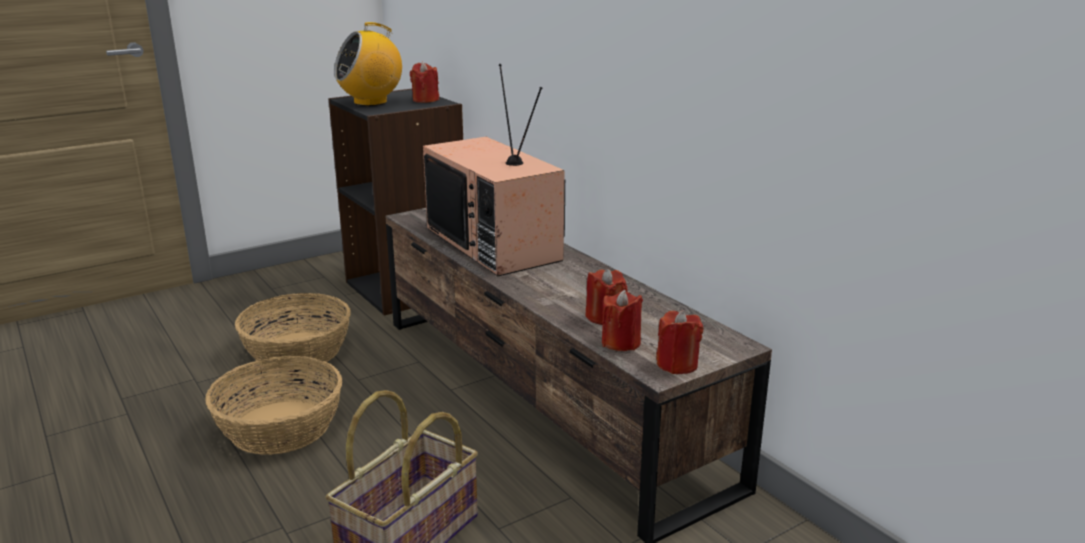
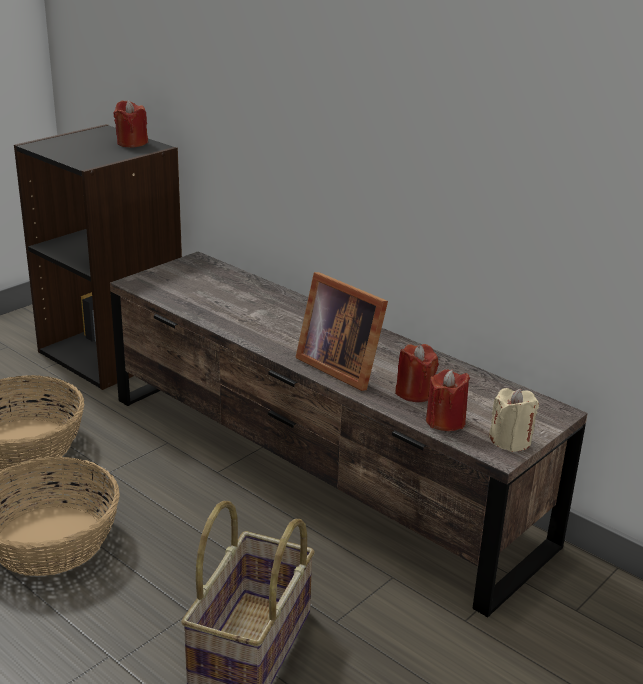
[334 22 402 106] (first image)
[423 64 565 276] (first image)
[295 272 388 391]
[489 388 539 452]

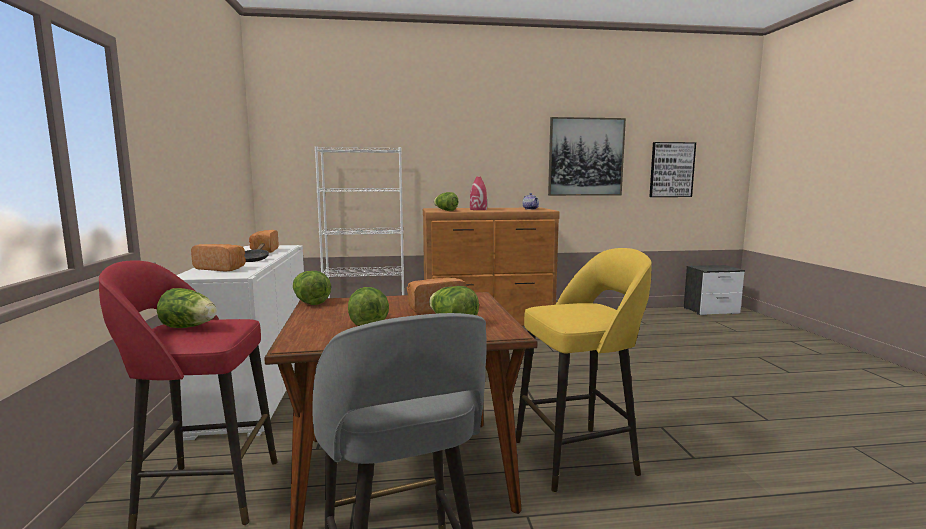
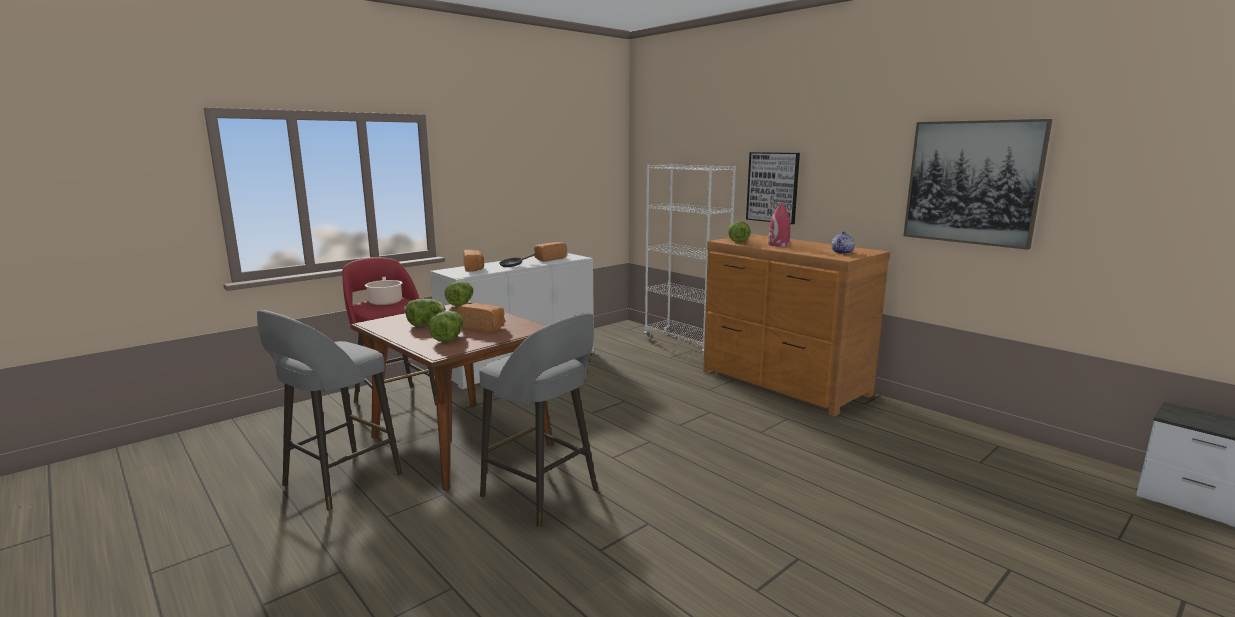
[746 152 800 224]
[365 276 402 305]
[480 313 598 527]

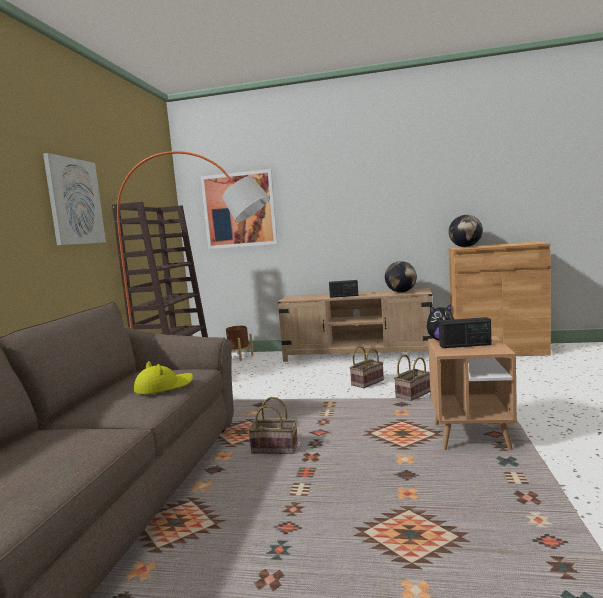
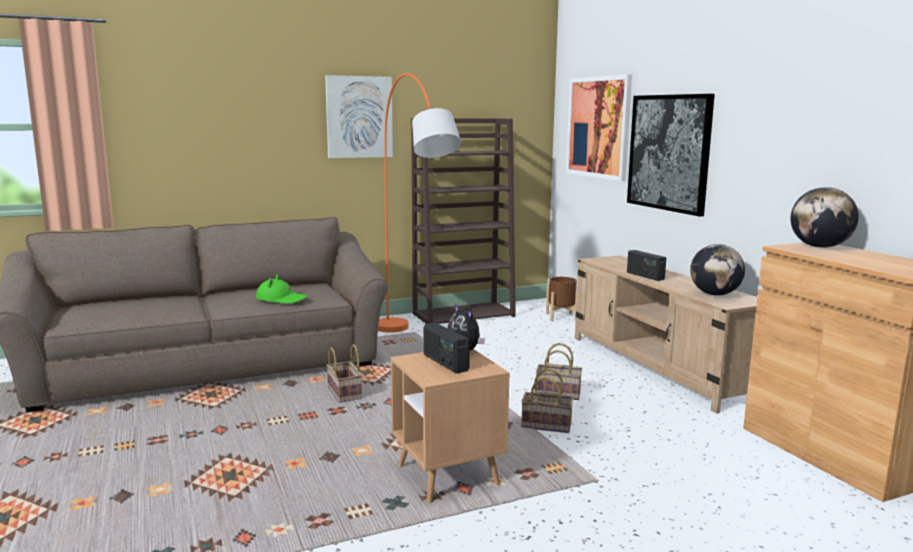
[627 94 715 217]
[256 274 308 304]

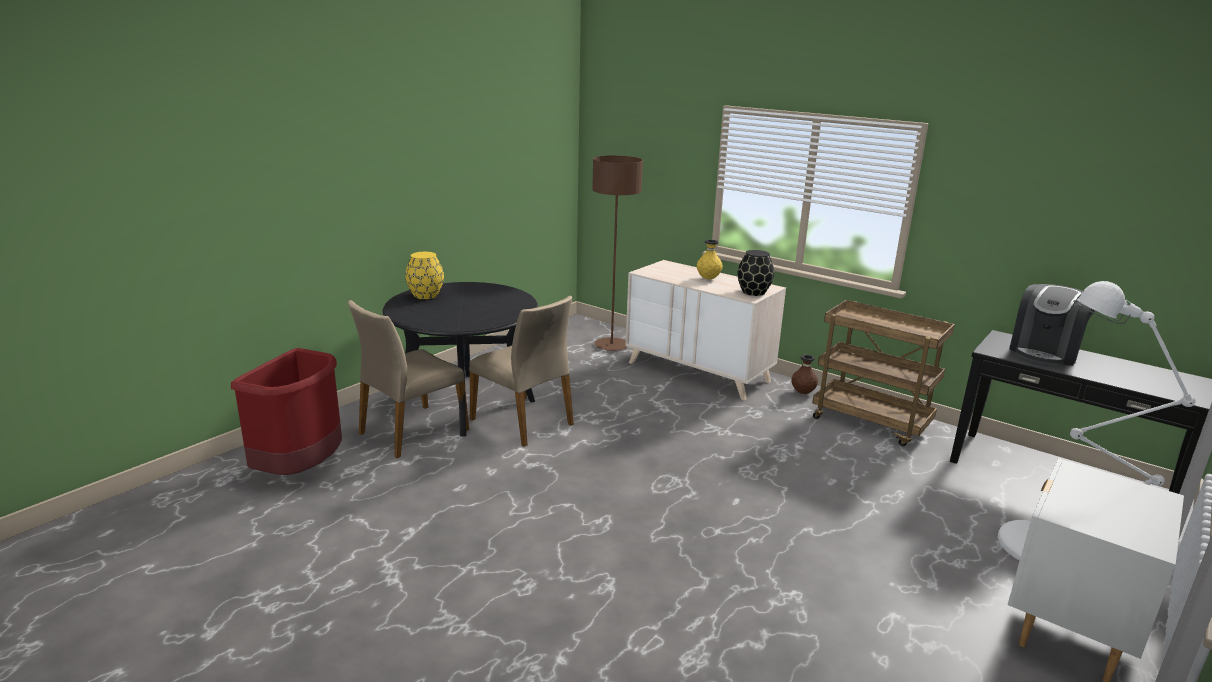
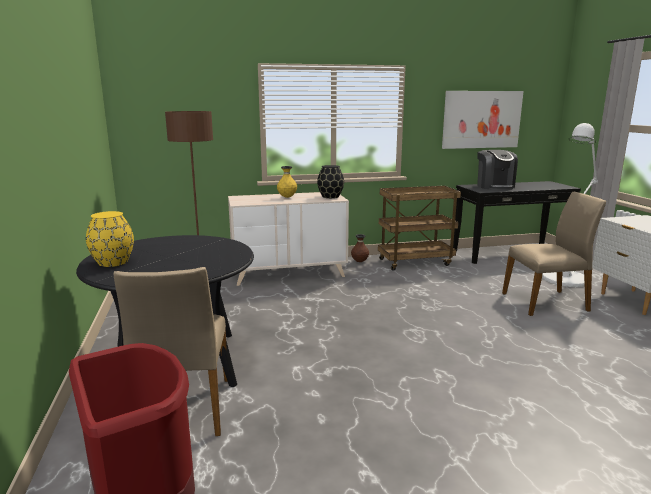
[442 91 524 149]
[502 192 606 316]

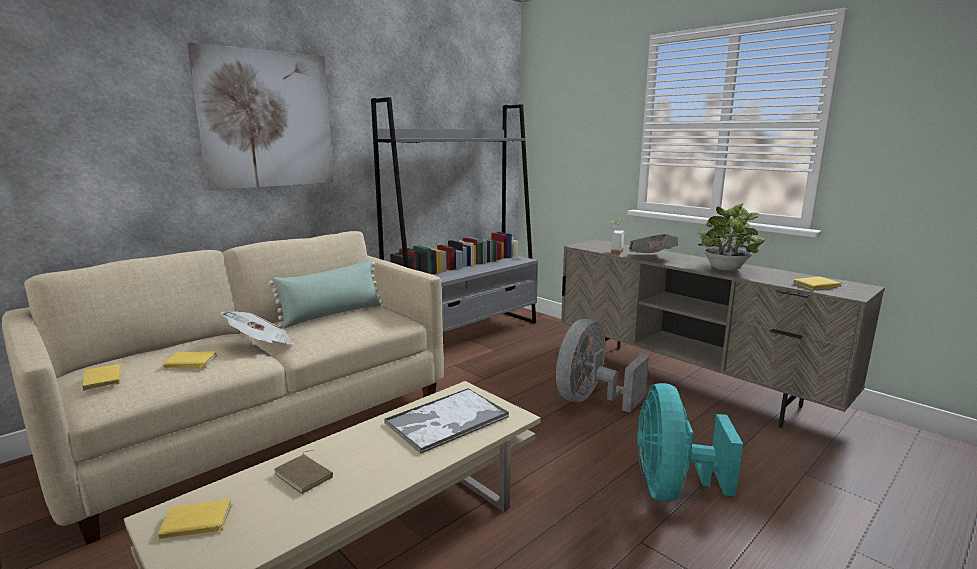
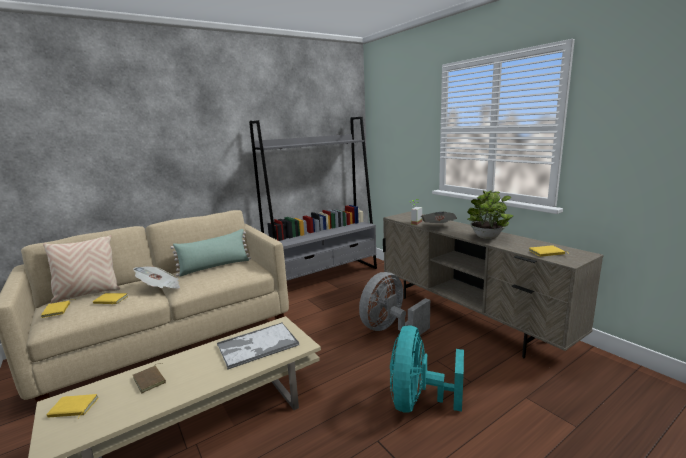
[187 42 334 190] (first image)
[43 235 120 303]

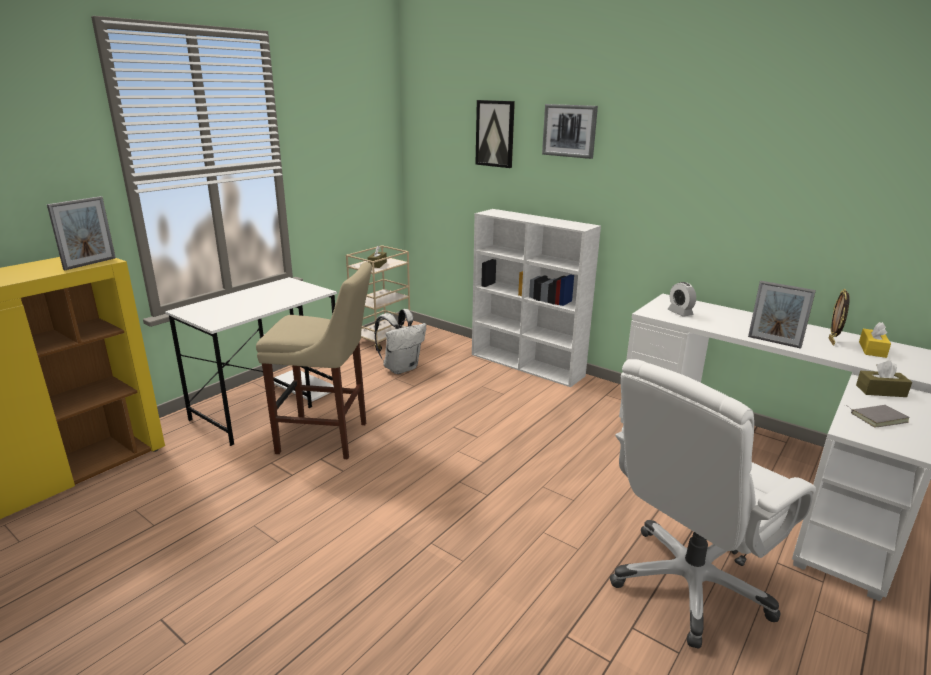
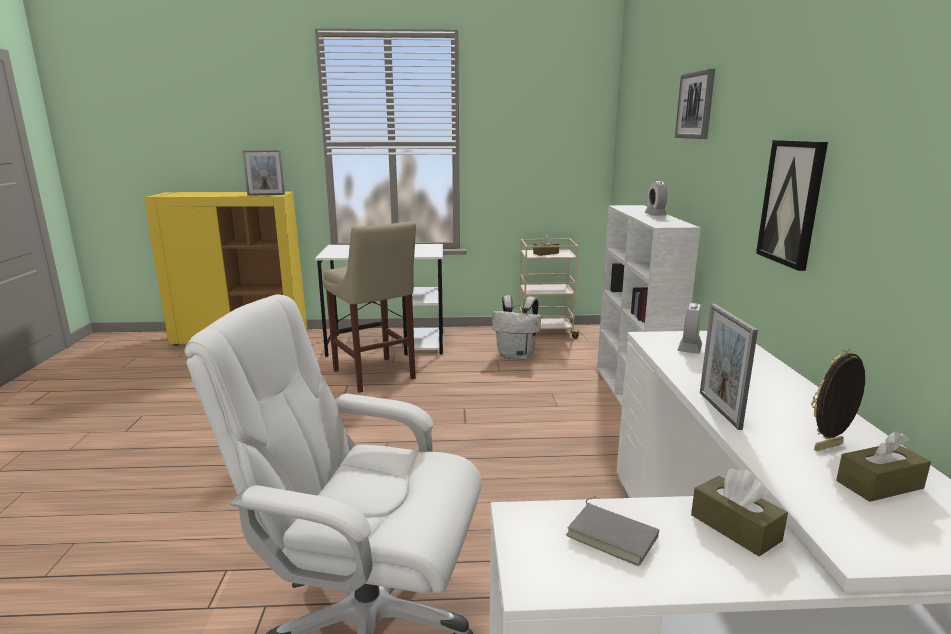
[644 181 667 216]
[756 140 828 271]
[836 431 931 502]

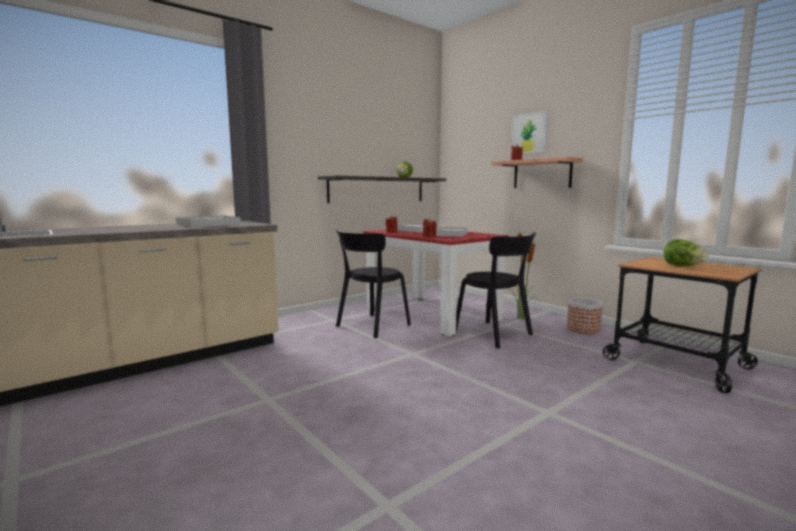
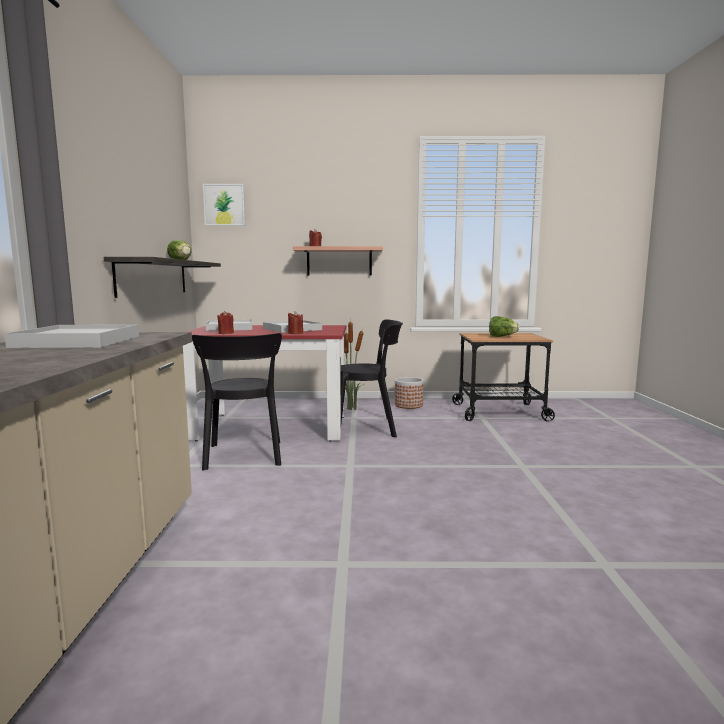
[203 184 245 226]

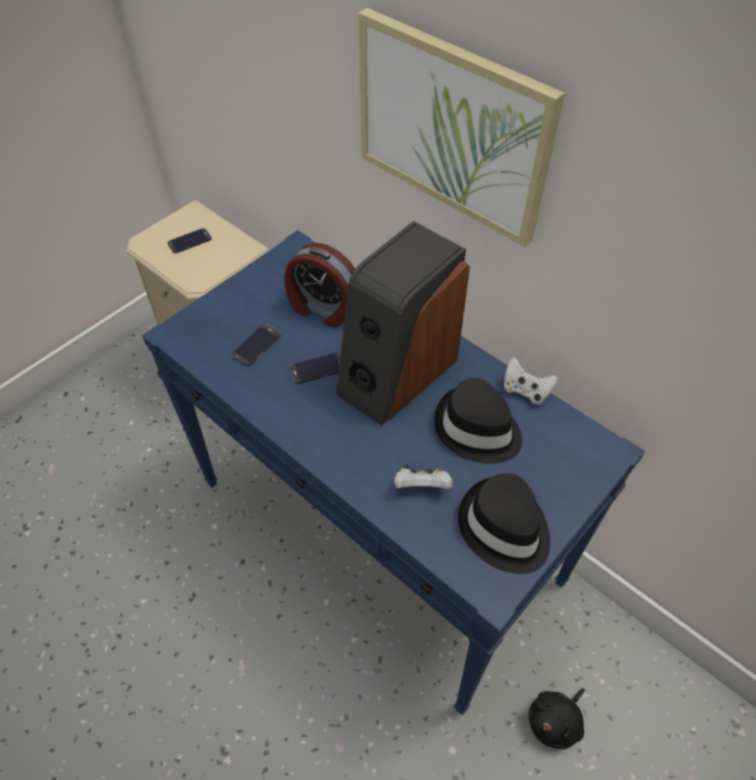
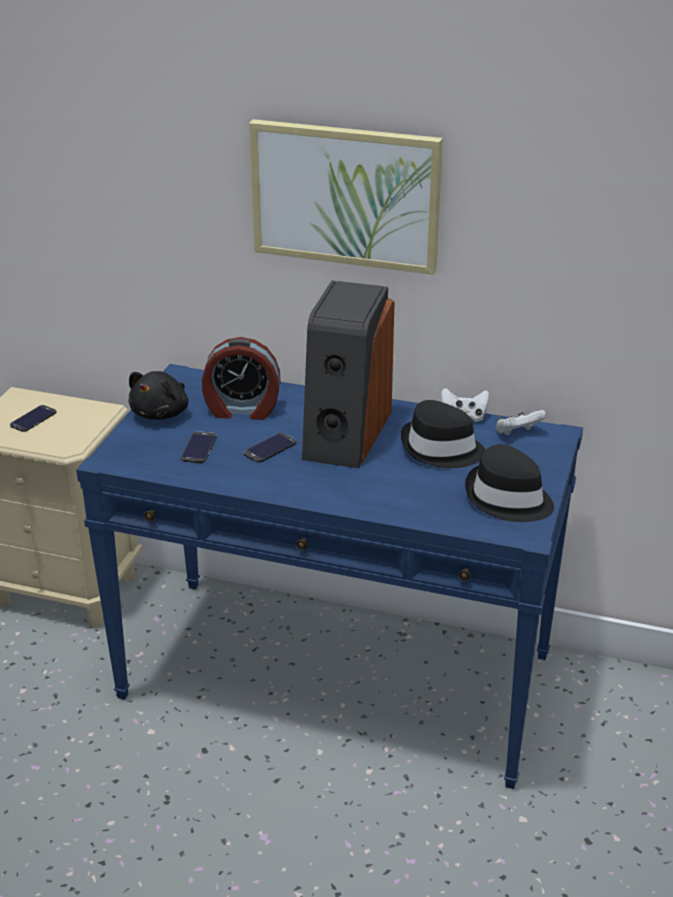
[496 410 546 436]
[128 371 188 420]

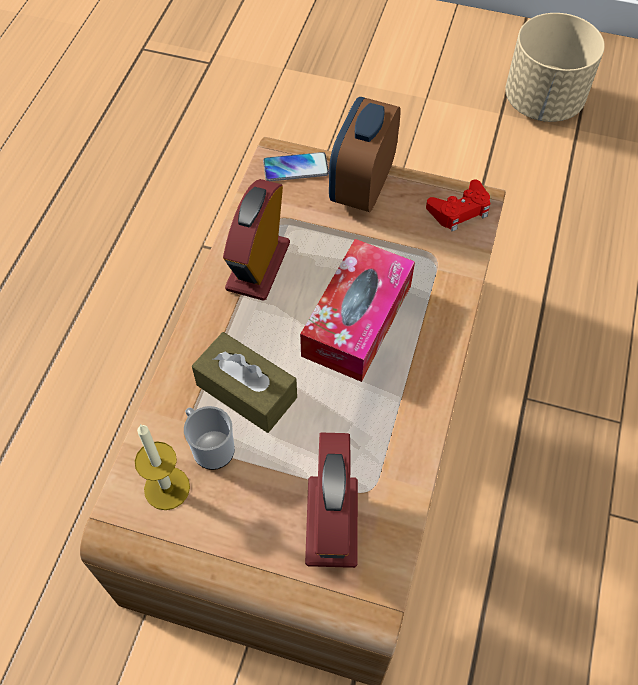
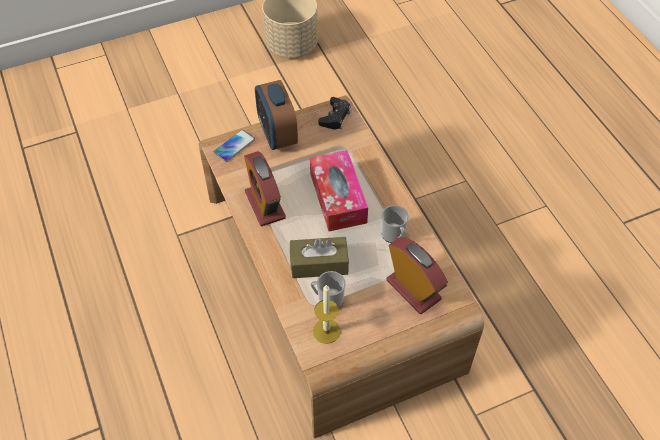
[381 205 409 243]
[318 97 351 130]

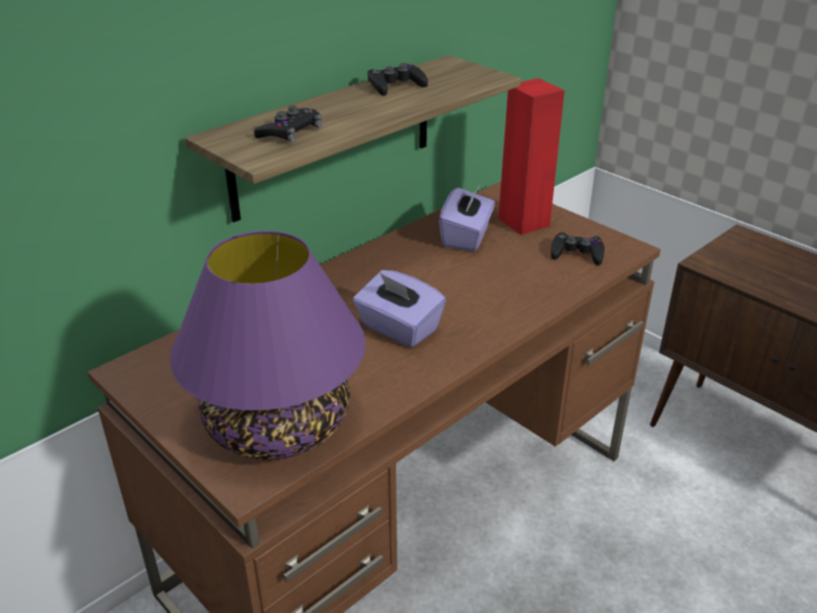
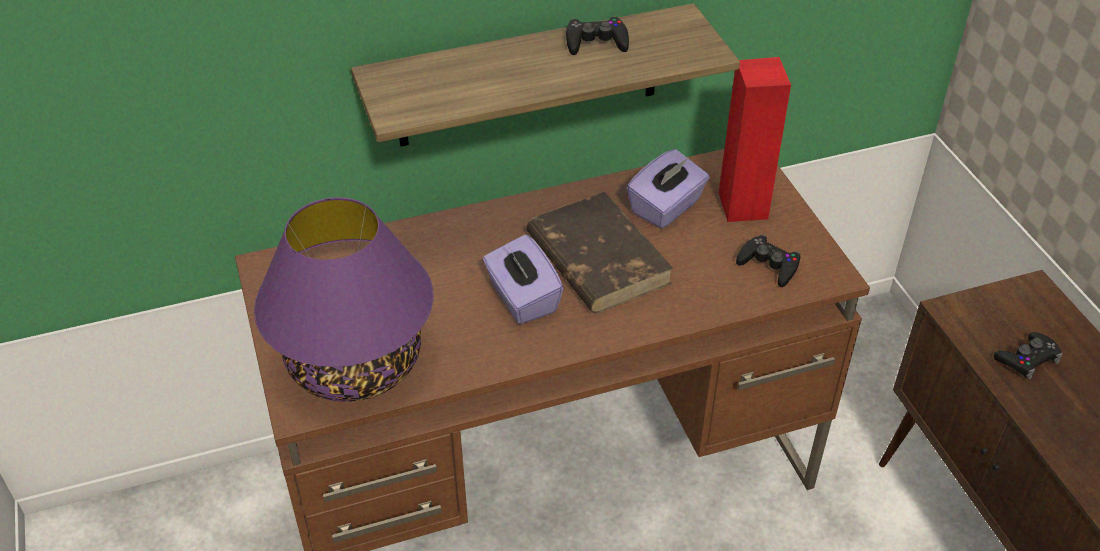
[526 192 674 314]
[994 332 1063 379]

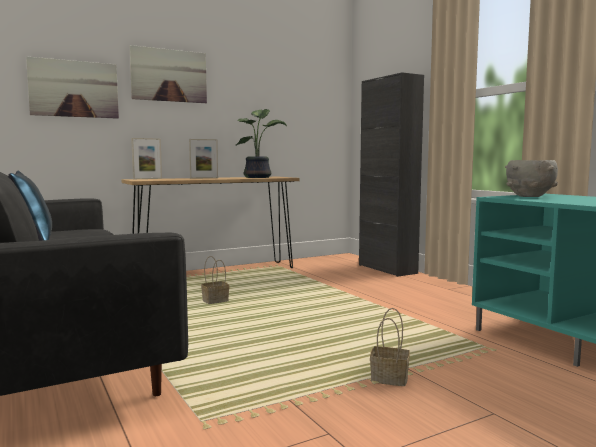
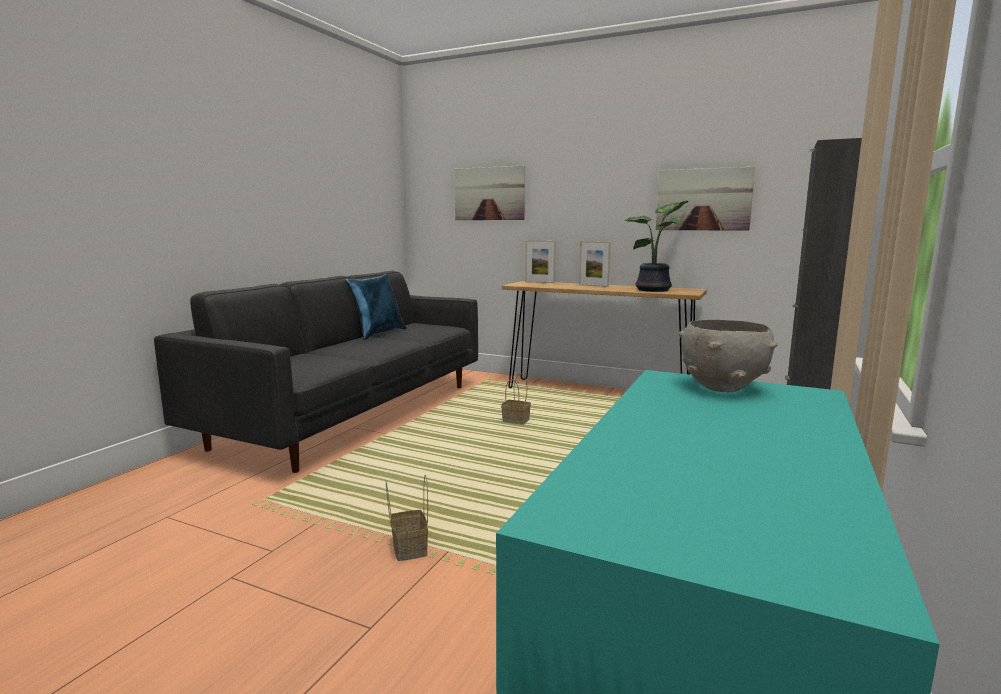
[656 167 755 231]

